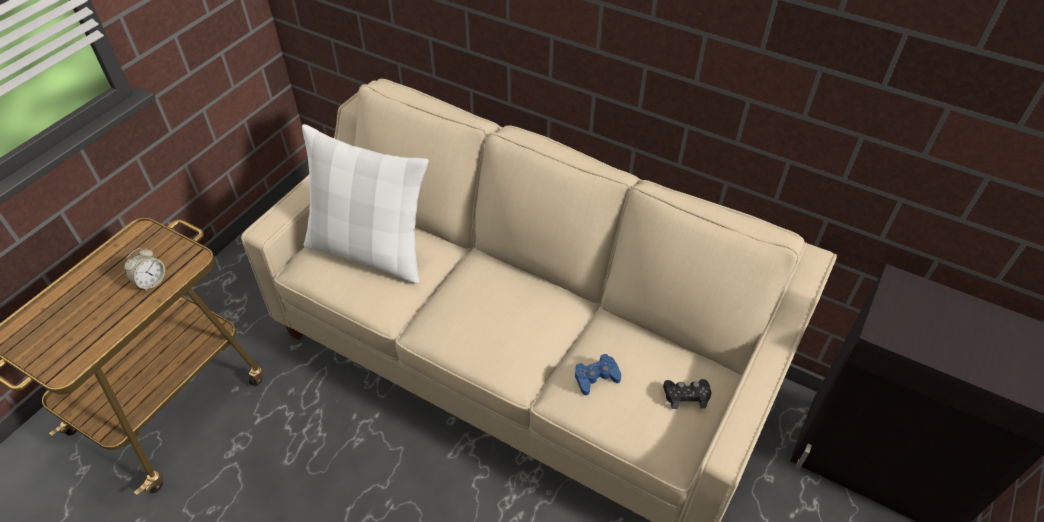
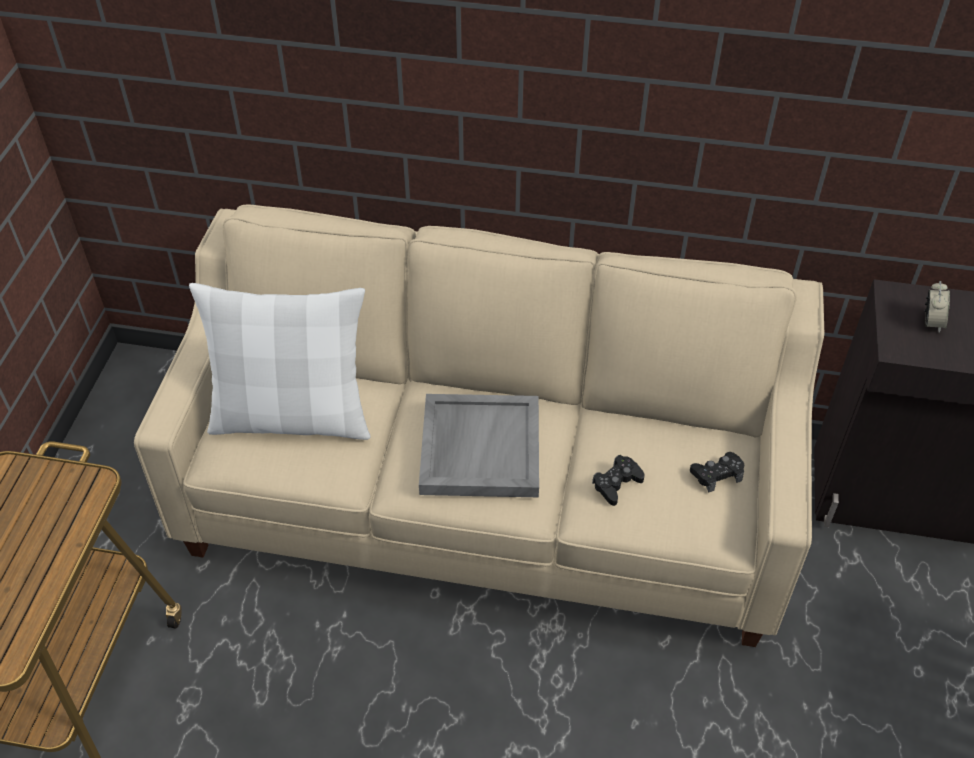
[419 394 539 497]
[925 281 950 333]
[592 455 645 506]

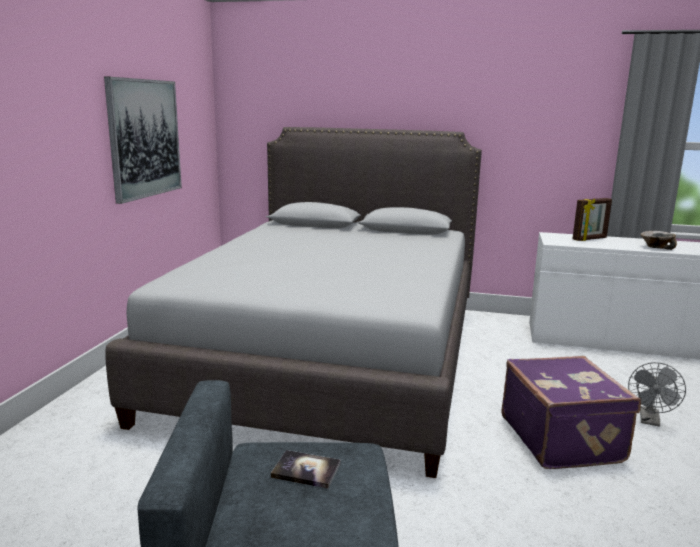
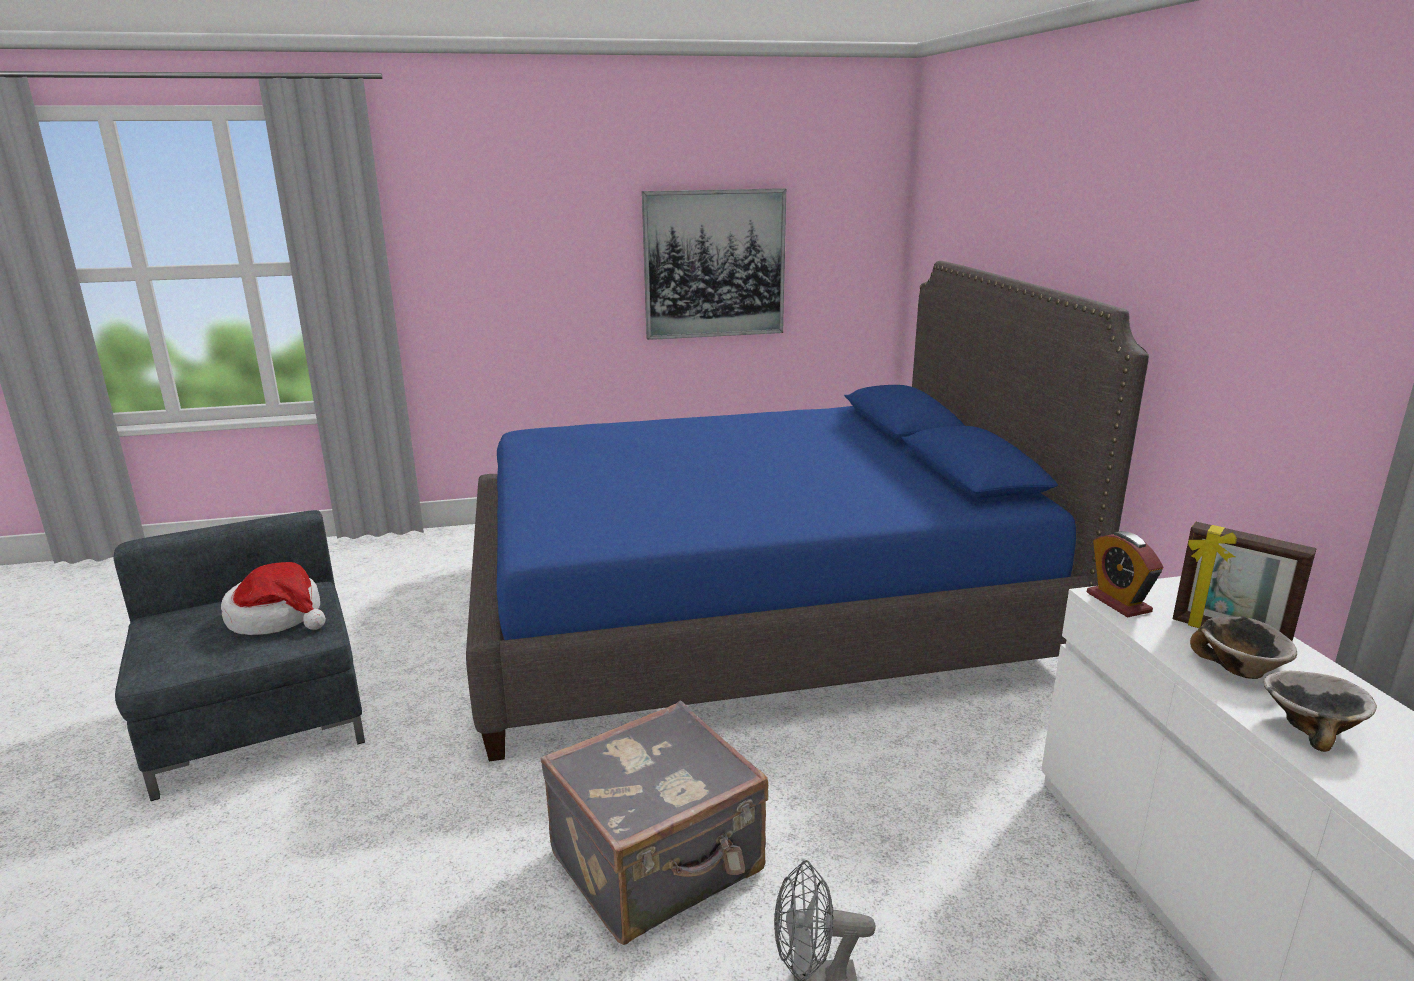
[1087 531 1163 618]
[1190 616 1297 679]
[221 562 326 635]
[466 261 1149 761]
[540 701 768 945]

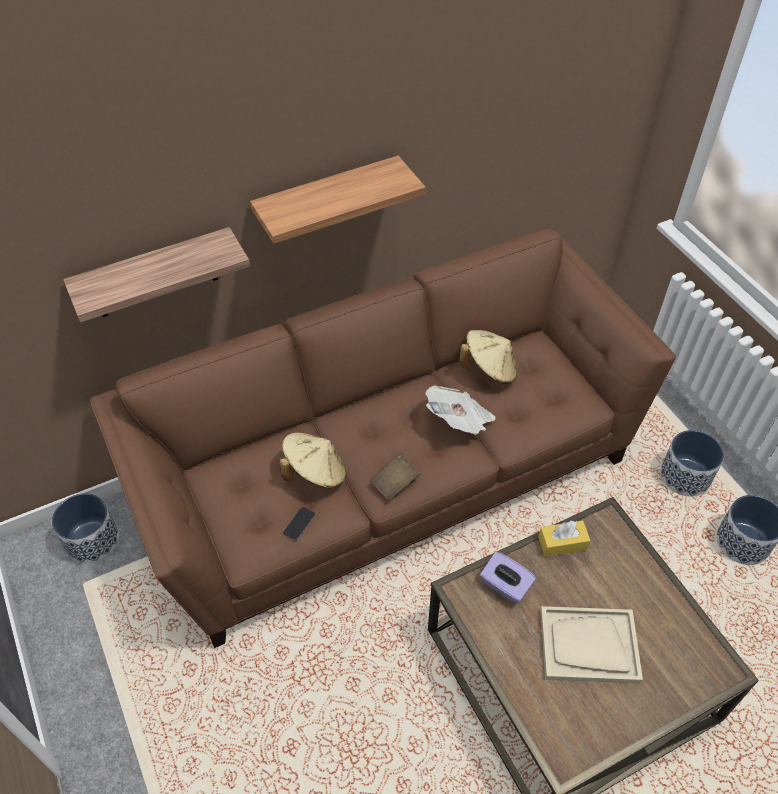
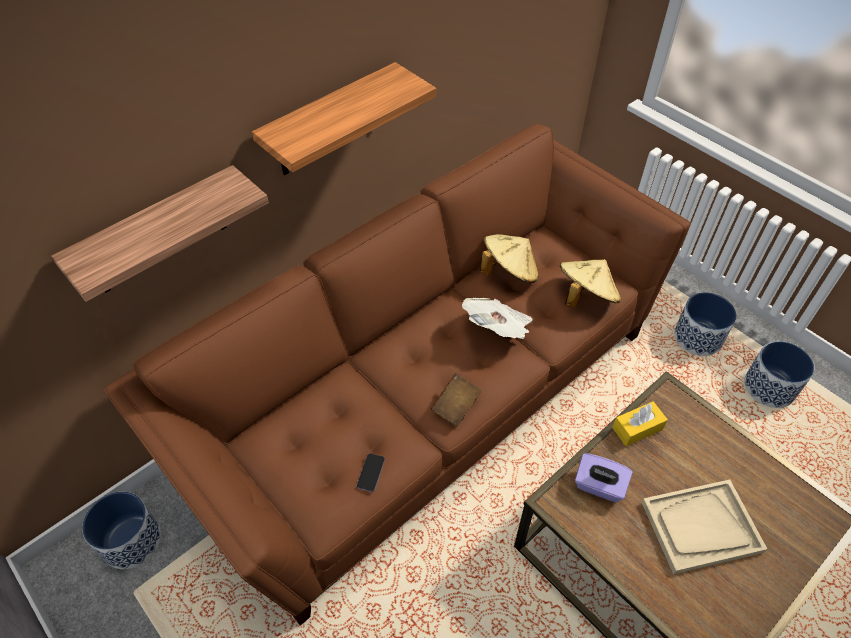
[560 259 621 307]

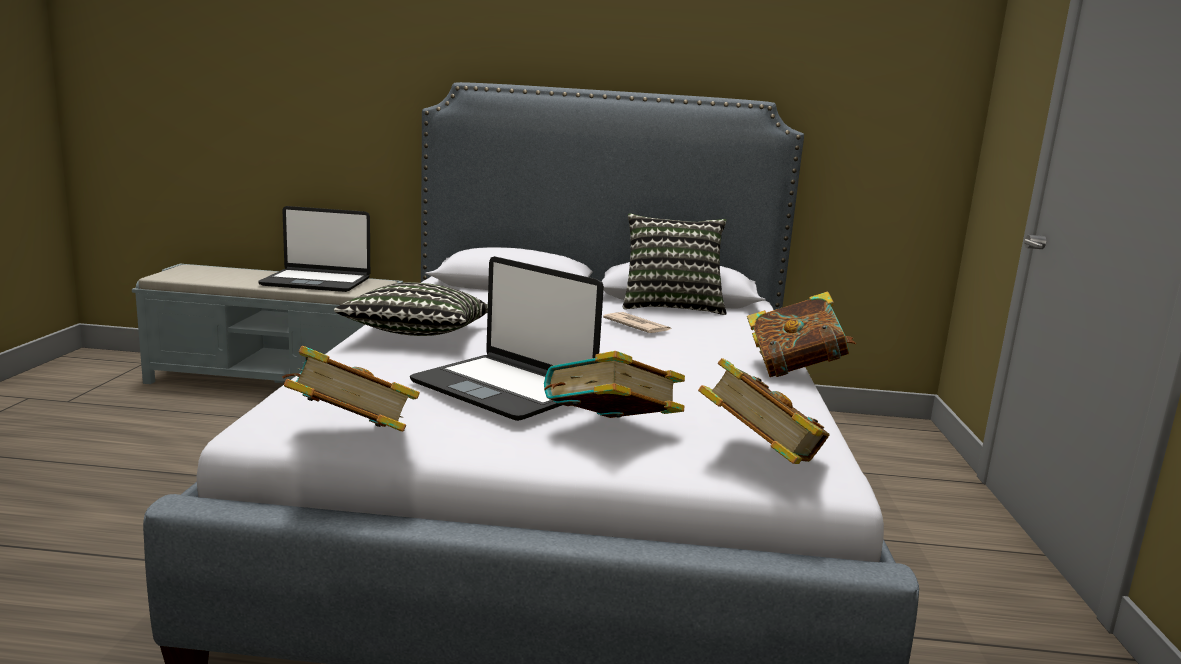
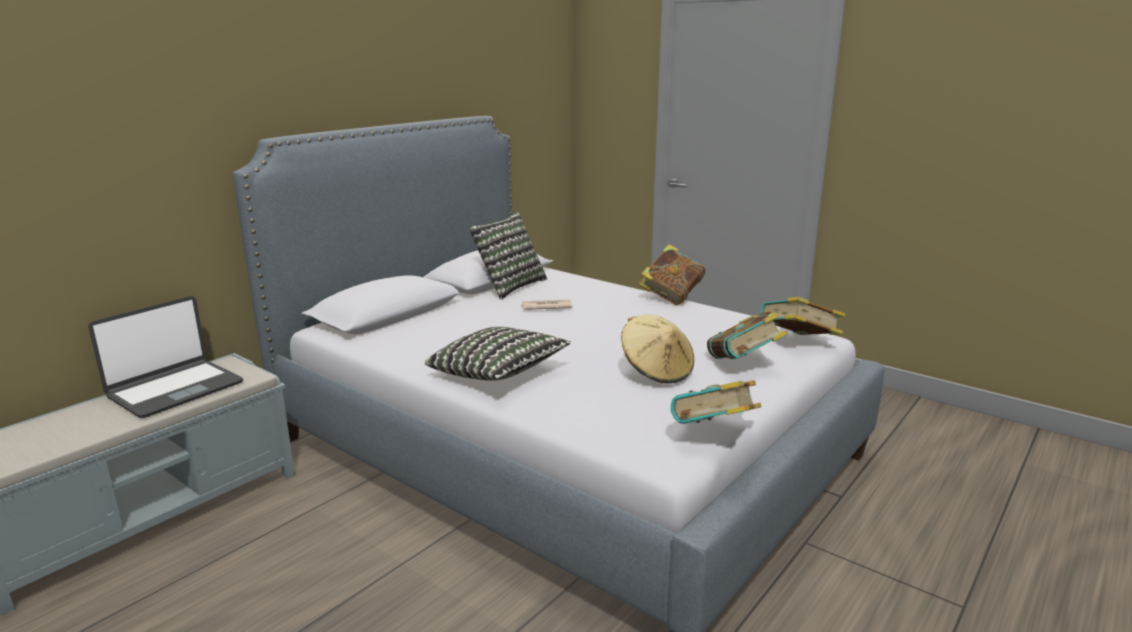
[621 314 694 383]

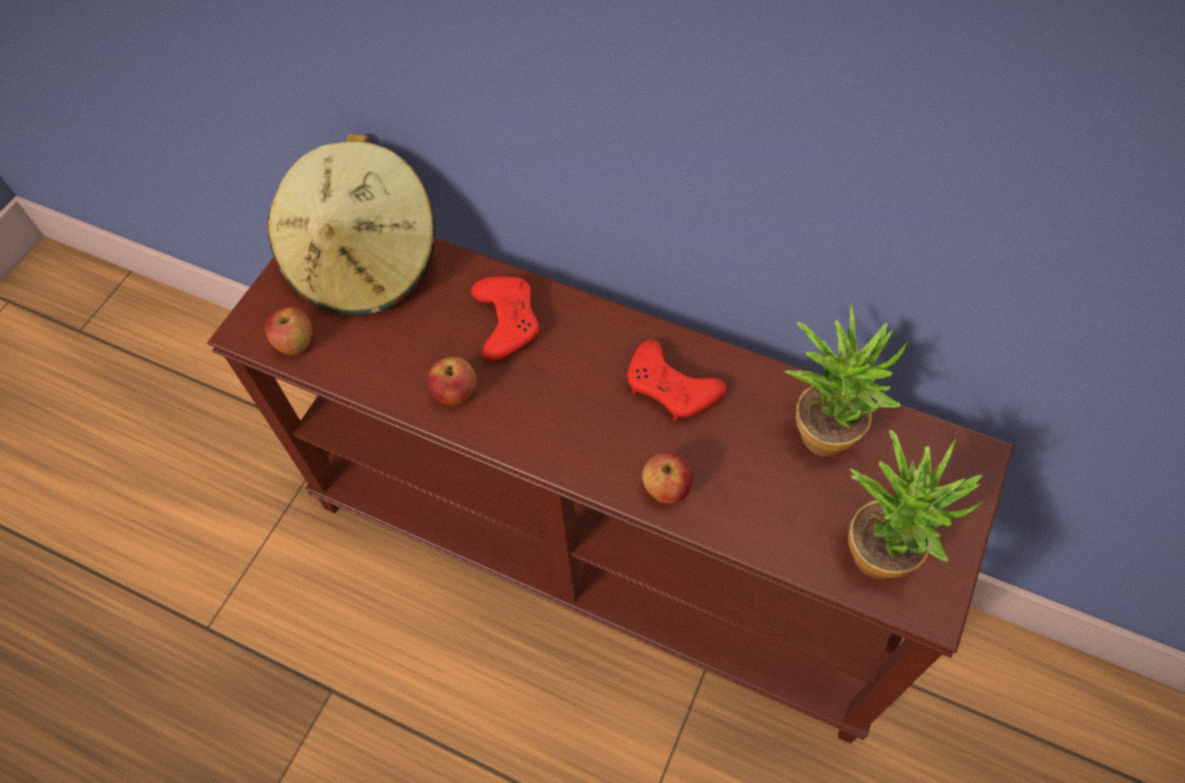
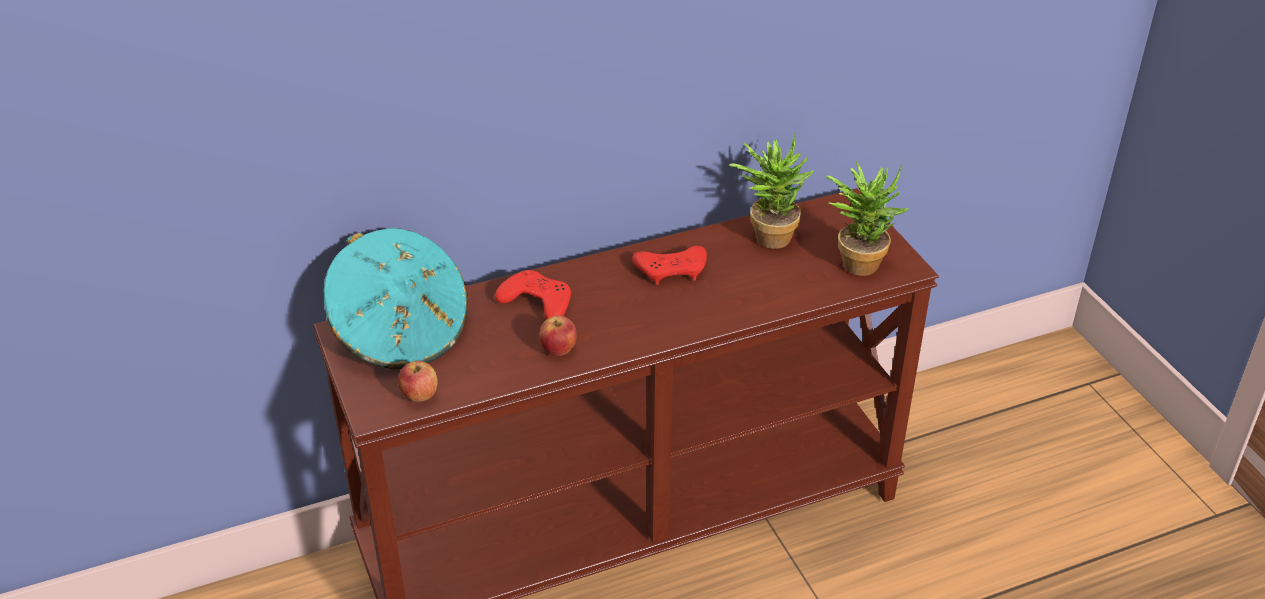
[642 452 693 503] (first image)
[323 228 468 370]

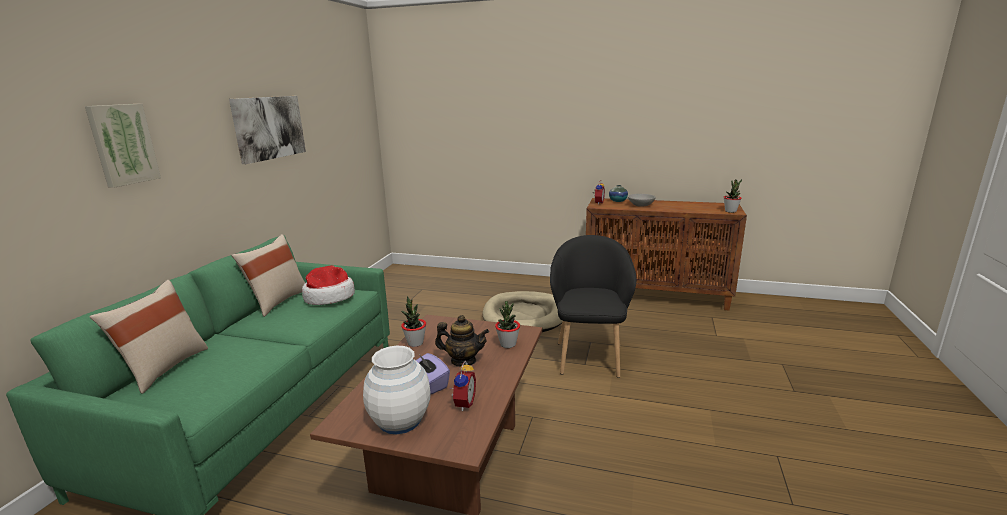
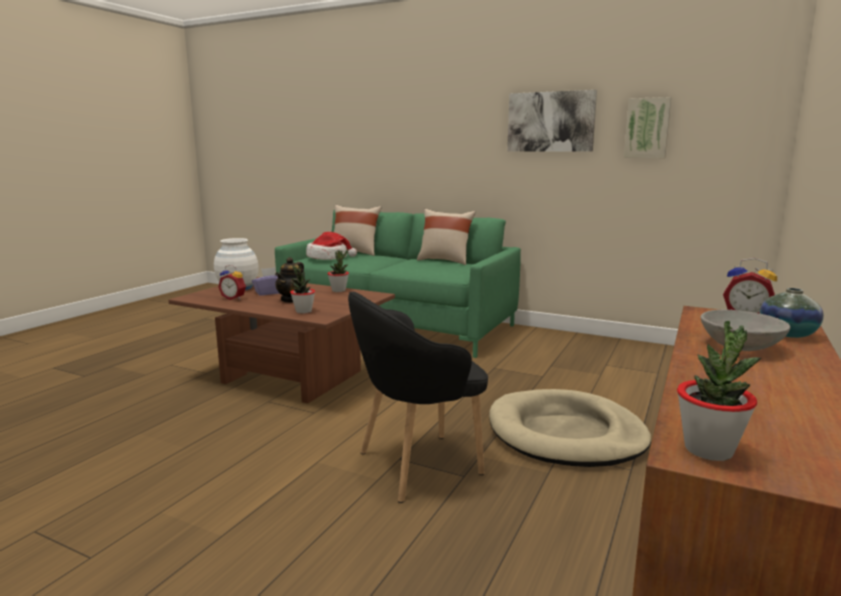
[624 97 671 158]
[306 232 357 260]
[348 292 488 503]

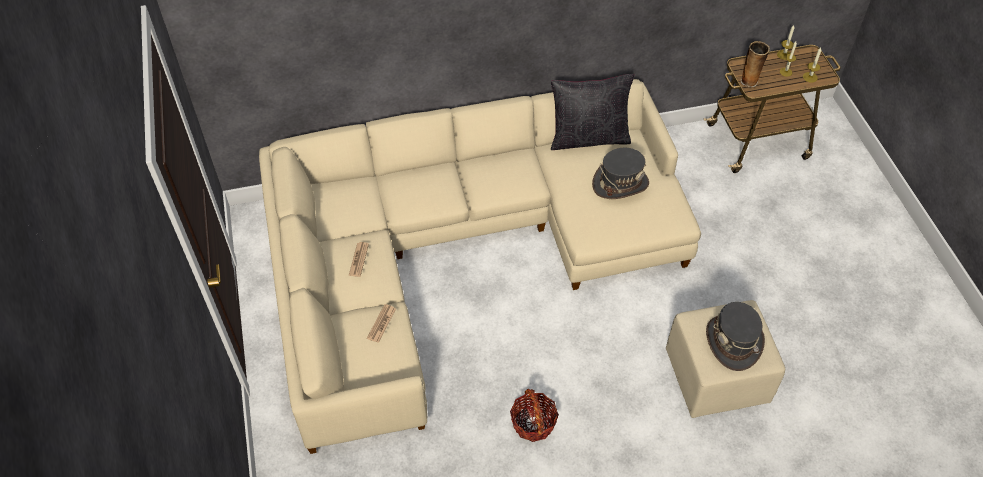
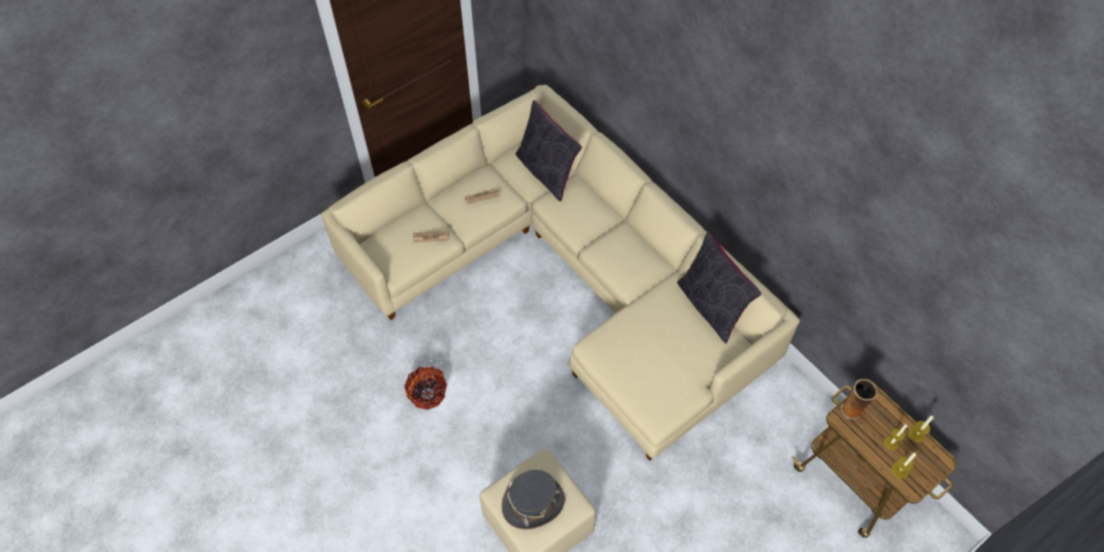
[592 148 649 199] (first image)
[515 100 582 202]

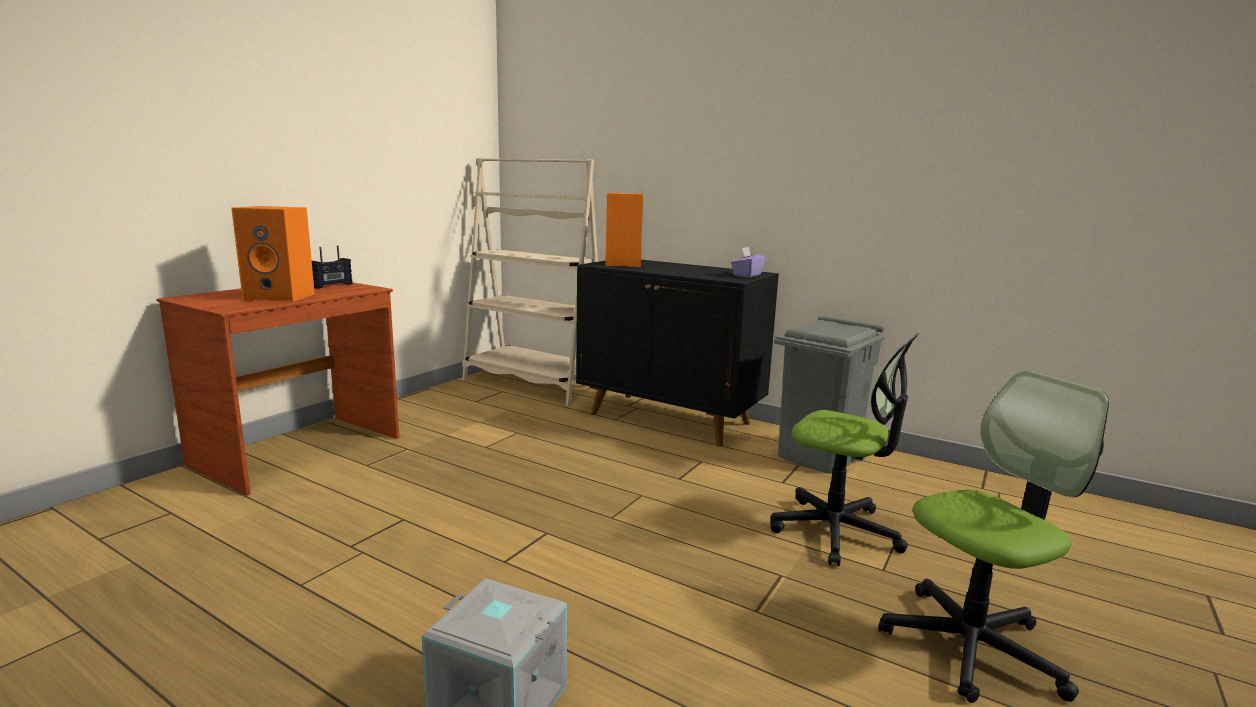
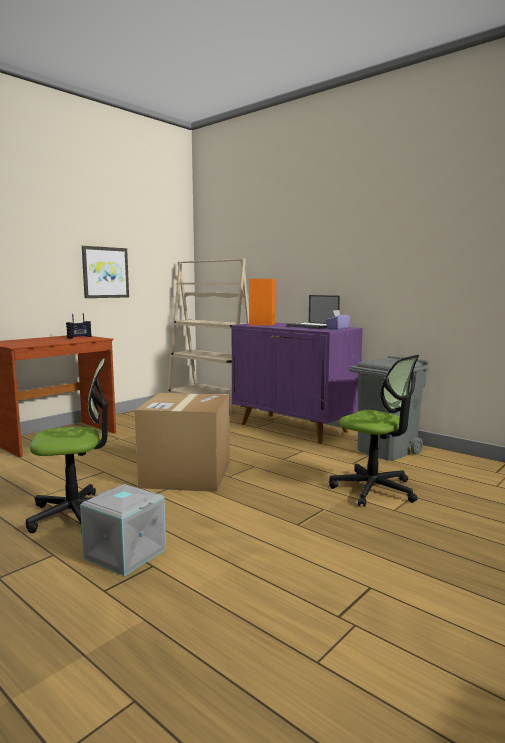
[231 206 315 302] (first image)
[82 246 129 298]
[135 393 230 492]
[287 295 340 329]
[26 358 108 533]
[231 323 363 444]

